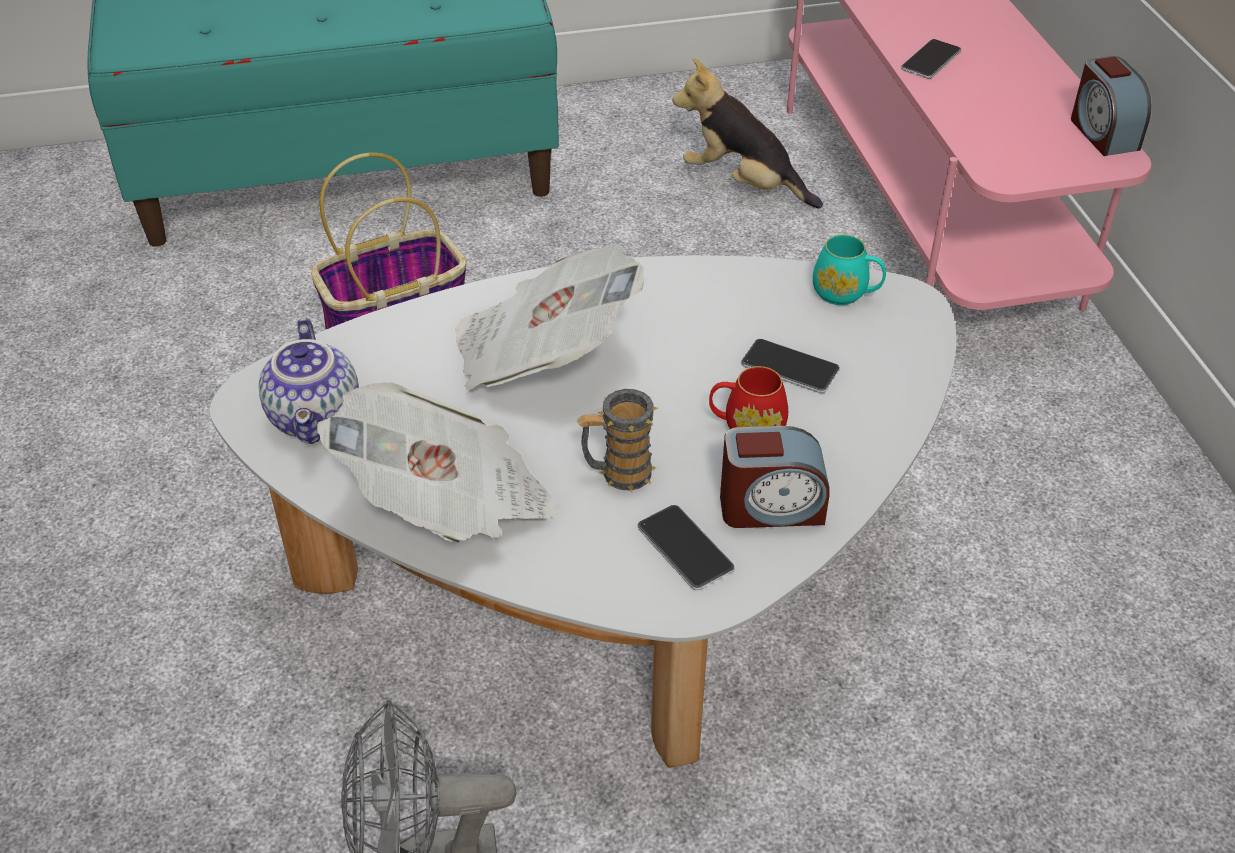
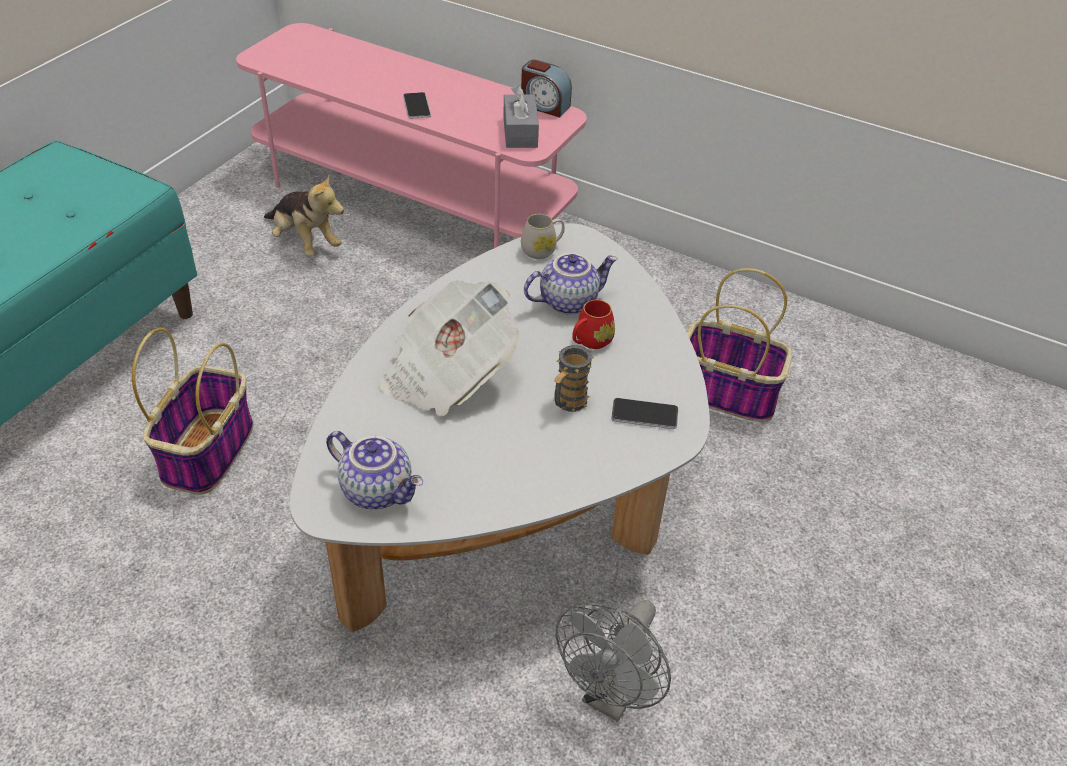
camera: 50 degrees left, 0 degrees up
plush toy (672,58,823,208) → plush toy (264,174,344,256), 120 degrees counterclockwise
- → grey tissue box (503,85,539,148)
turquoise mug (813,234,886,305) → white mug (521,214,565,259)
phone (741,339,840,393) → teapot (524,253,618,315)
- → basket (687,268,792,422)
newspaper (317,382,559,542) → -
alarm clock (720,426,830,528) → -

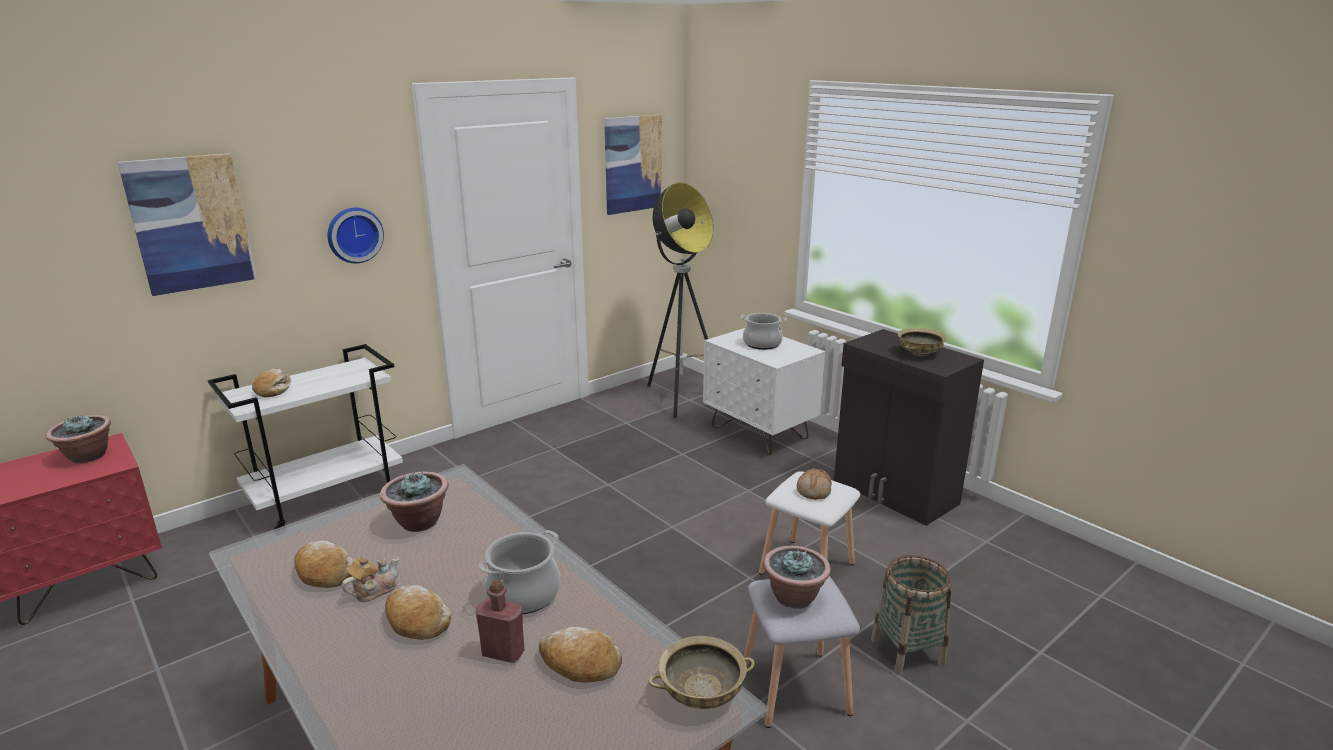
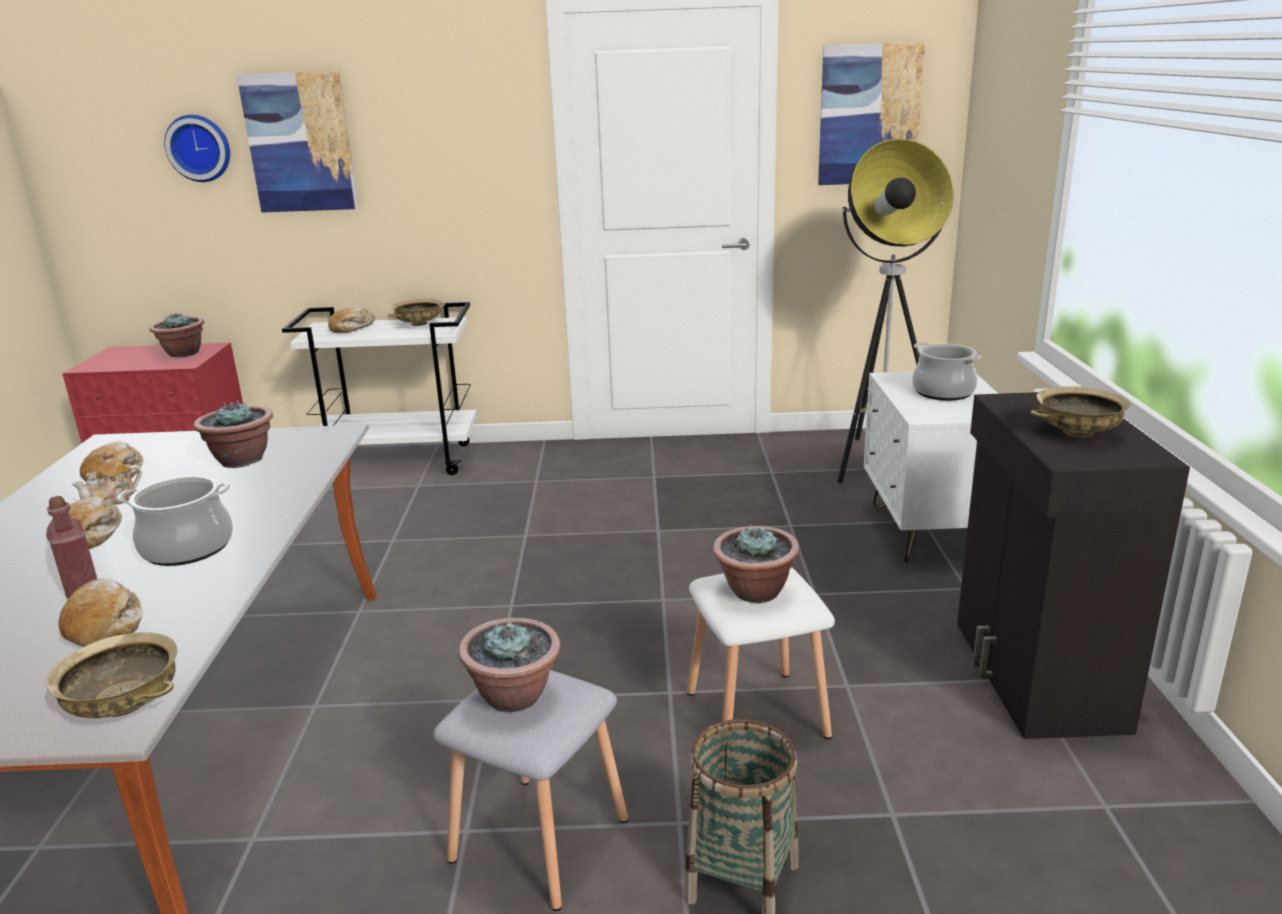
camera: 40 degrees right, 0 degrees up
teapot (342,557,399,602) → teapot (72,451,142,505), 135 degrees clockwise
wall clock (327,208,384,264) → wall clock (164,115,230,182), relocated
- → beige bowl (388,299,445,326)
bread (797,468,832,500) → potted plant (713,525,799,603)

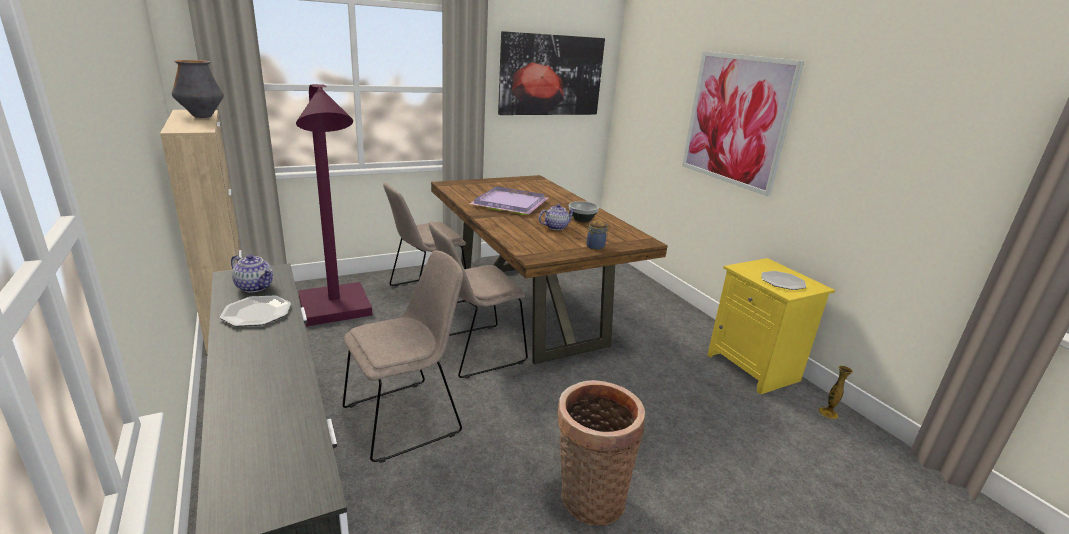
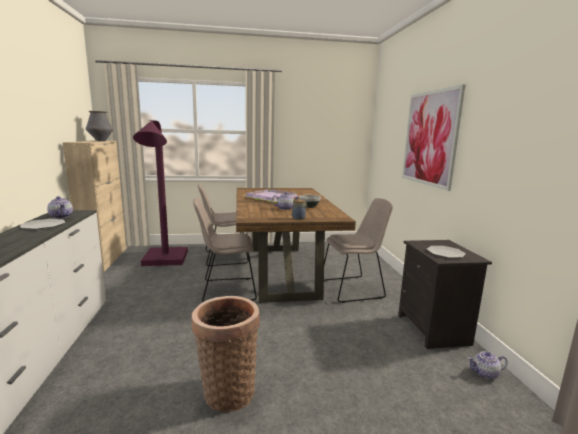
camera: 20 degrees right, 10 degrees down
beige chair (343,250,463,463) → beige chair (324,198,393,303), relocated
yellow nightstand (707,258,835,394) → black nightstand (398,240,492,349)
vase (818,366,853,419) → teapot (467,352,508,379)
picture (498,31,605,115) → -

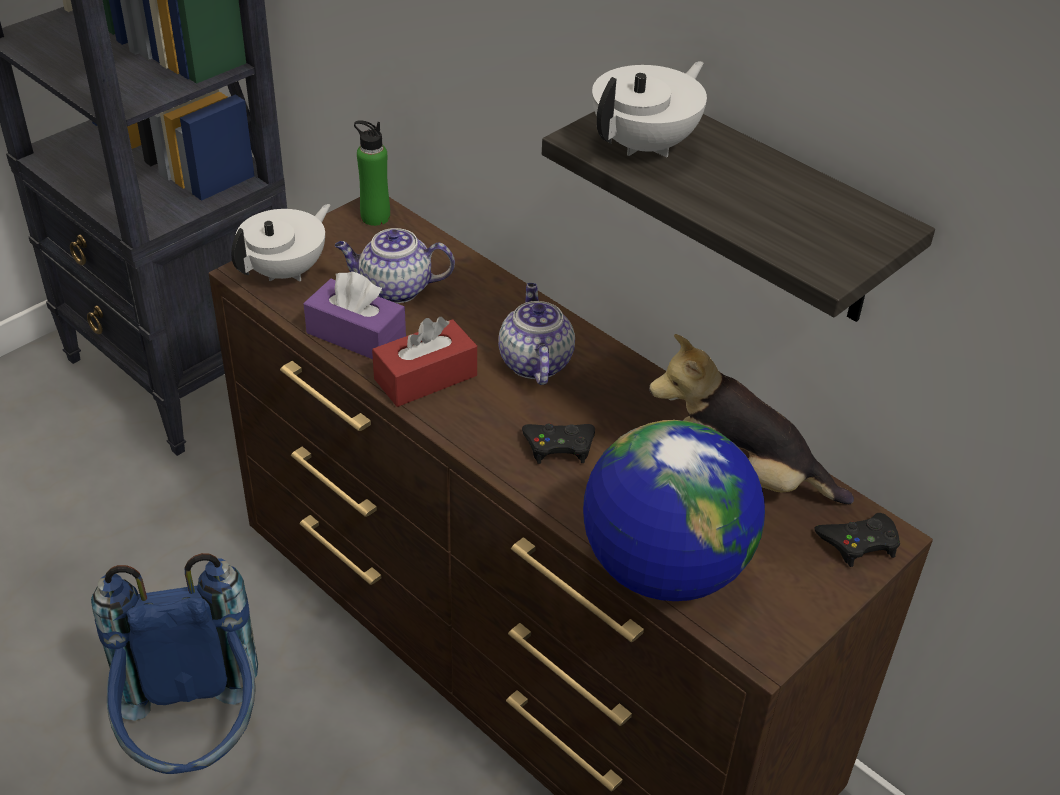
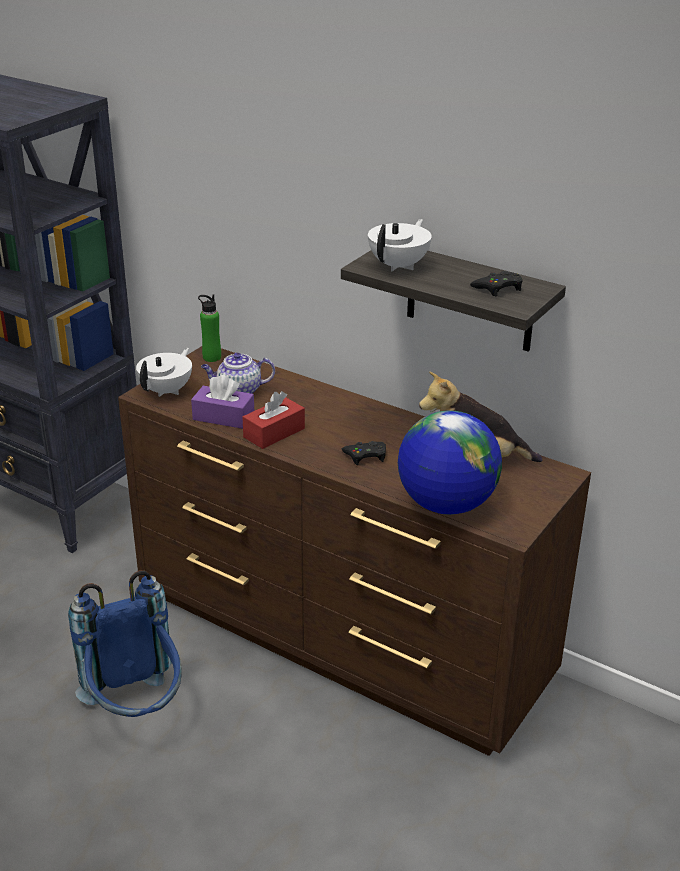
camera: 10 degrees left, 10 degrees down
black game controller (814,513,900,567) → black game controller (470,271,523,296), relocated
teapot (498,283,575,385) → -

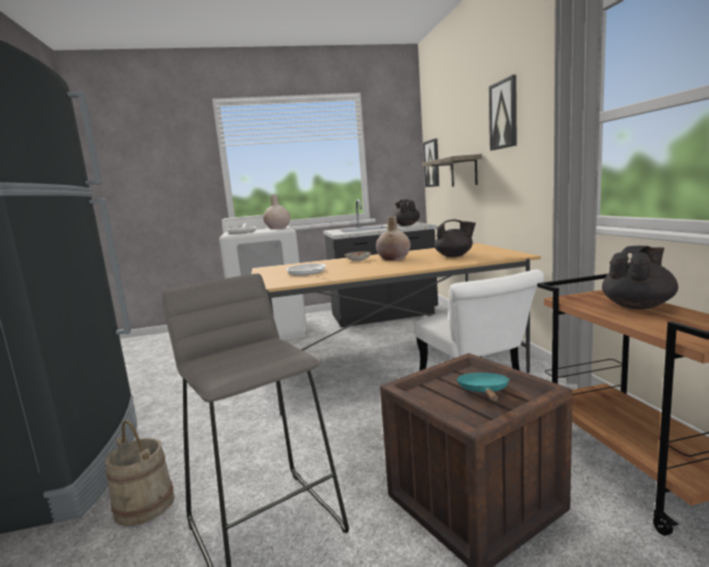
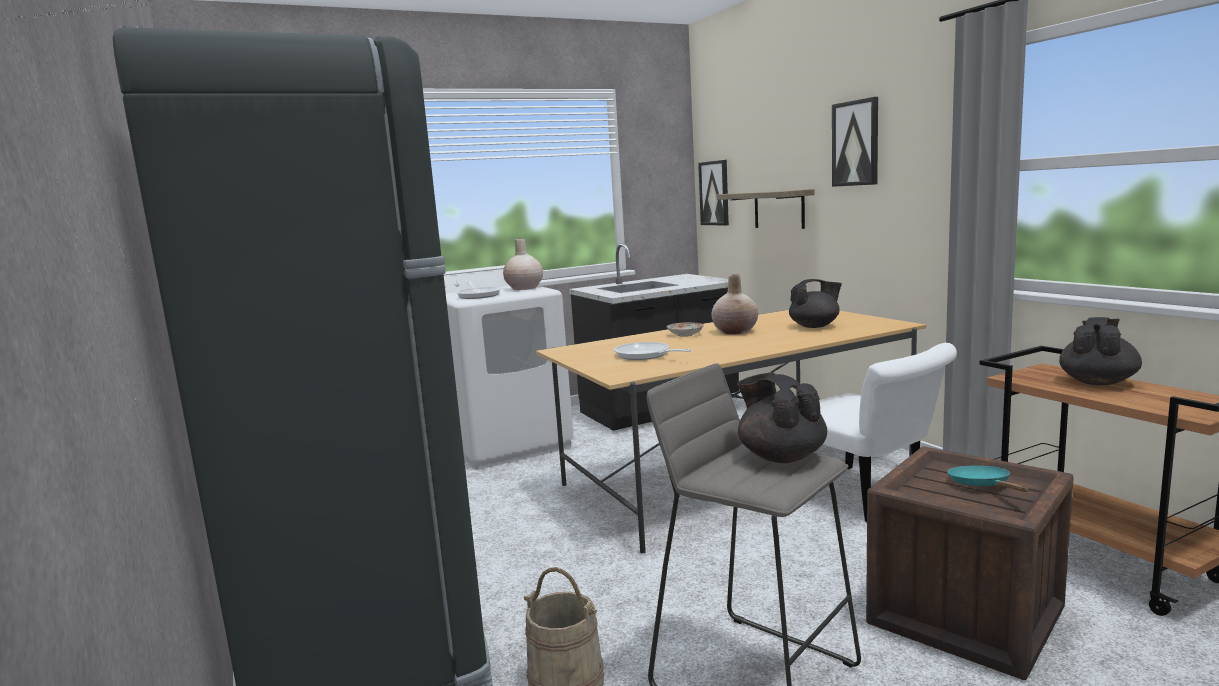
camera: 15 degrees left, 0 degrees up
black teapot (393,199,420,226) → black teapot (737,373,827,463), relocated

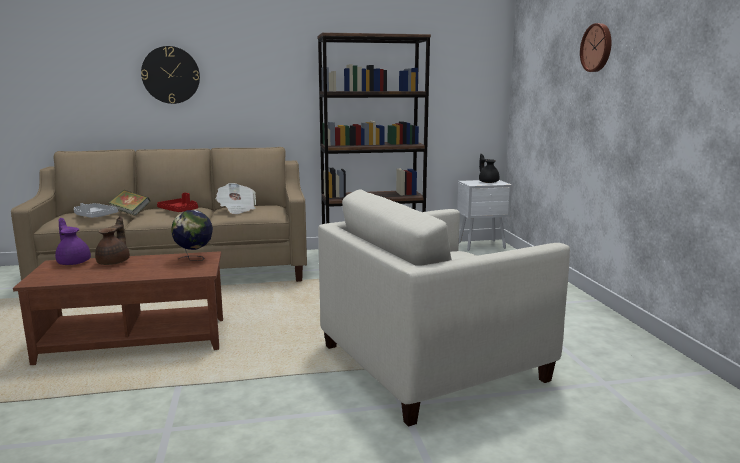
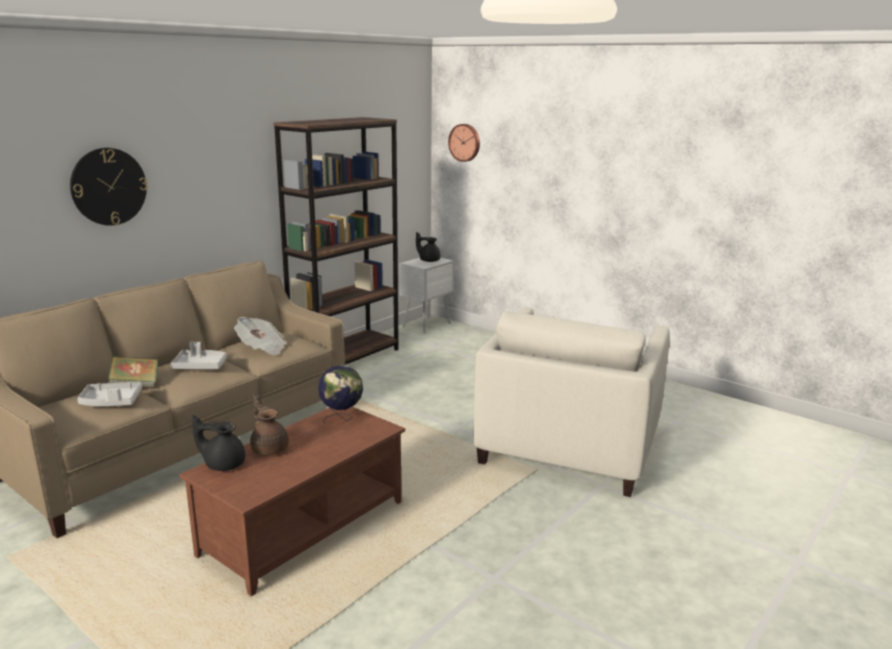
camera: 40 degrees left, 5 degrees up
red tray (157,193,198,212) → grey tray (170,342,227,369)
purple teapot (55,218,91,265) → black teapot (192,415,245,471)
wall clock (580,23,611,72) → wall clock (448,124,480,162), relocated

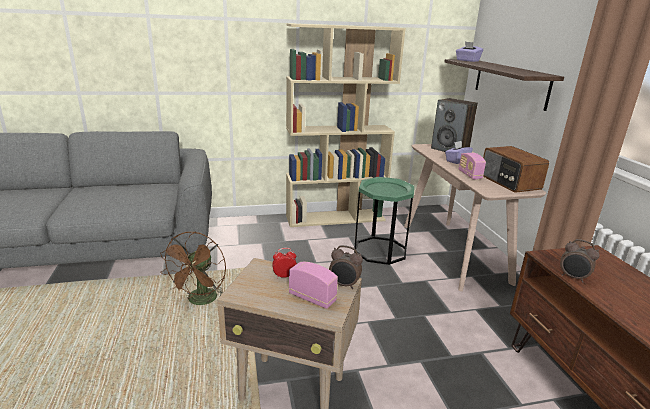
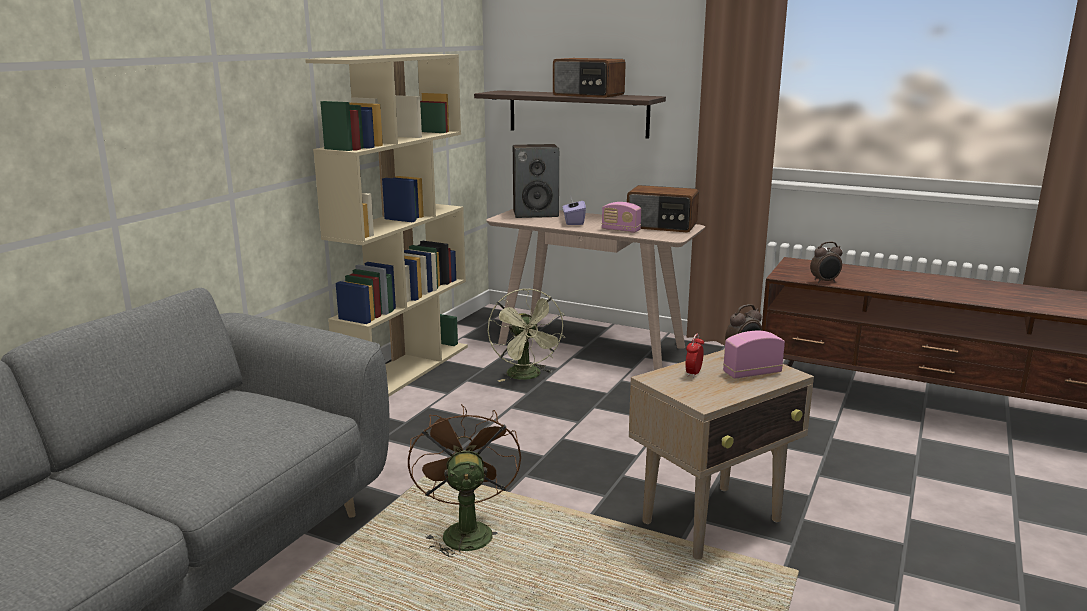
camera: 50 degrees left, 5 degrees down
brown fan (160,231,226,305) → brown fan (408,404,521,561), 150 degrees counterclockwise
green side table (354,177,414,265) → green fan (488,289,565,382)
- → radio (553,58,626,98)
purple tissue box (456,42,483,62) → -

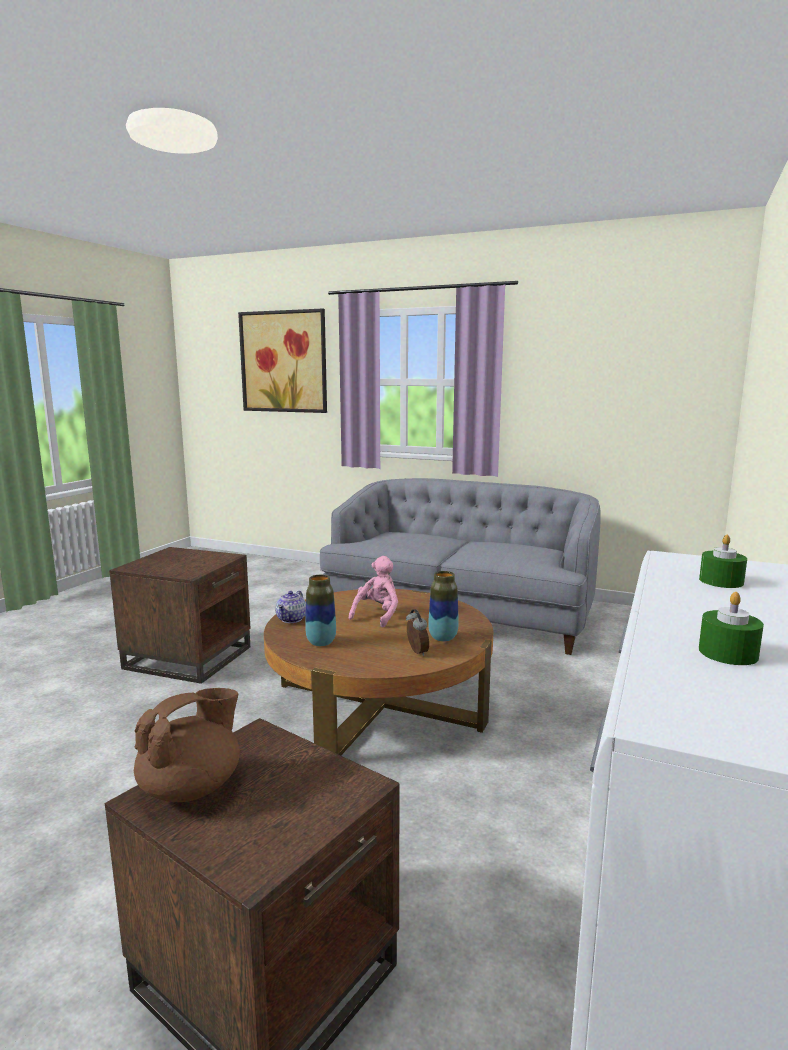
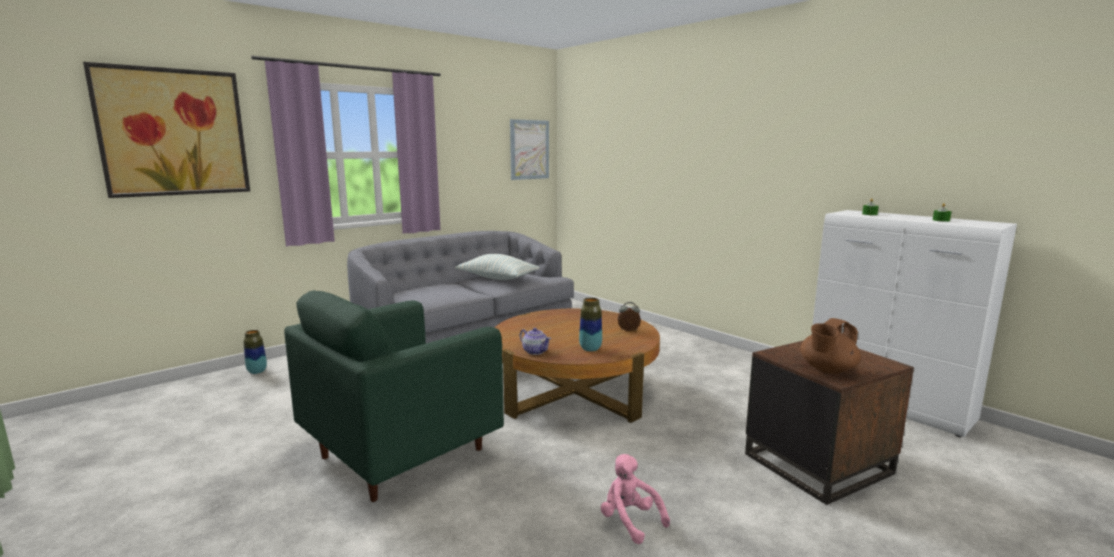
camera: 65 degrees left, 0 degrees up
vase (428,571,459,642) → vase (244,330,267,374), relocated
brown side table (109,547,250,684) → green armchair (284,290,504,502)
- → pillow (455,254,540,280)
- → picture (510,119,549,180)
pink plush toy (349,556,398,627) → pink plush toy (601,454,670,544), relocated
brown teapot (134,688,240,802) → brown teapot (800,318,861,374), 105 degrees counterclockwise

